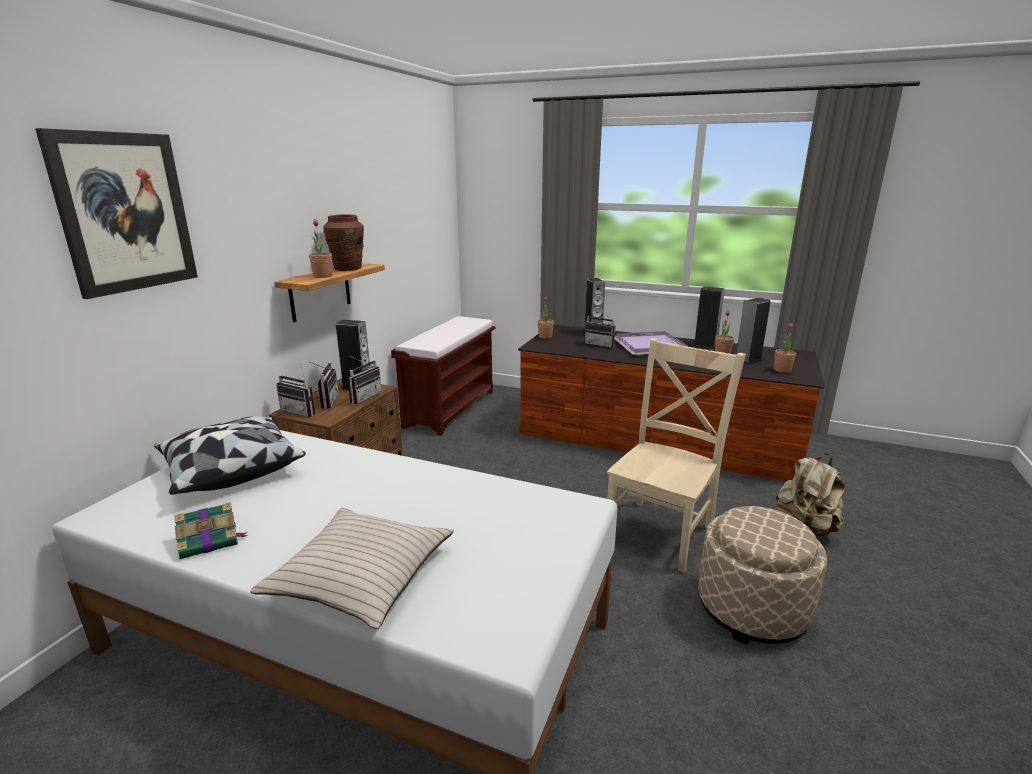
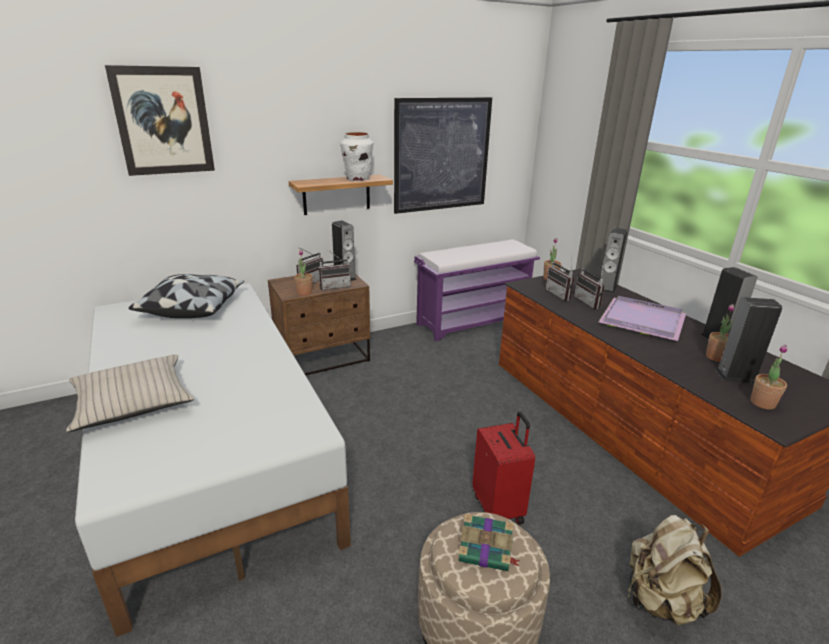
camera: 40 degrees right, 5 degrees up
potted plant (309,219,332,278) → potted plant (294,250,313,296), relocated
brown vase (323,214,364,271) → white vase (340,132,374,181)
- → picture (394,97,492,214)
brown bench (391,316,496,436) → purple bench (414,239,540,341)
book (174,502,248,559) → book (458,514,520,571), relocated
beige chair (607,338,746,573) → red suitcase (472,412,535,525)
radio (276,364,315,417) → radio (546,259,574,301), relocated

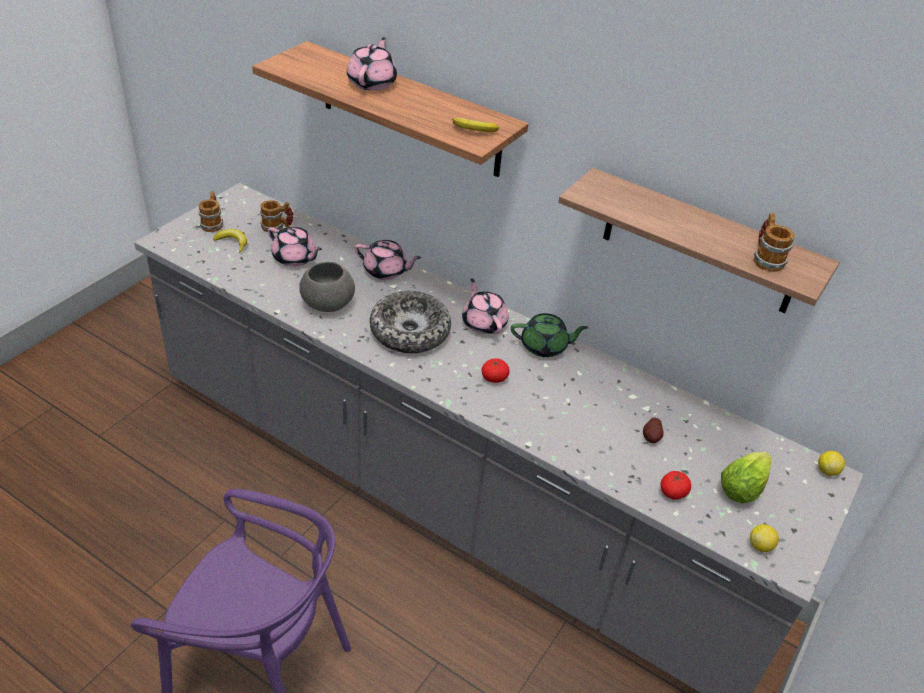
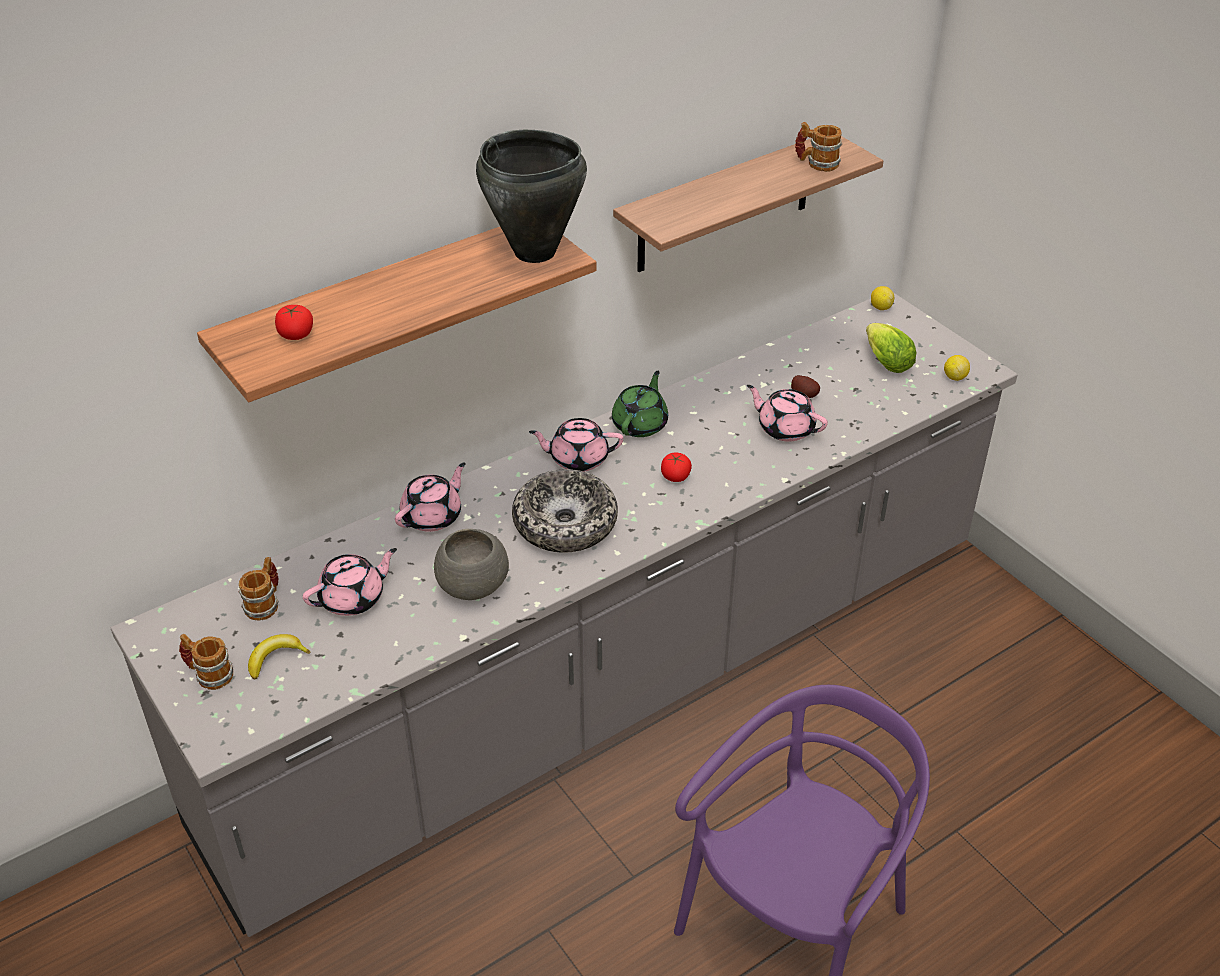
camera: 65 degrees left, 0 degrees up
tomato (660,471,691,500) → tomato (275,305,313,340), relocated
banana (452,118,499,132) → black cooking pot (476,130,587,263)
pink teapot (347,37,397,91) → pink teapot (747,385,828,442), relocated

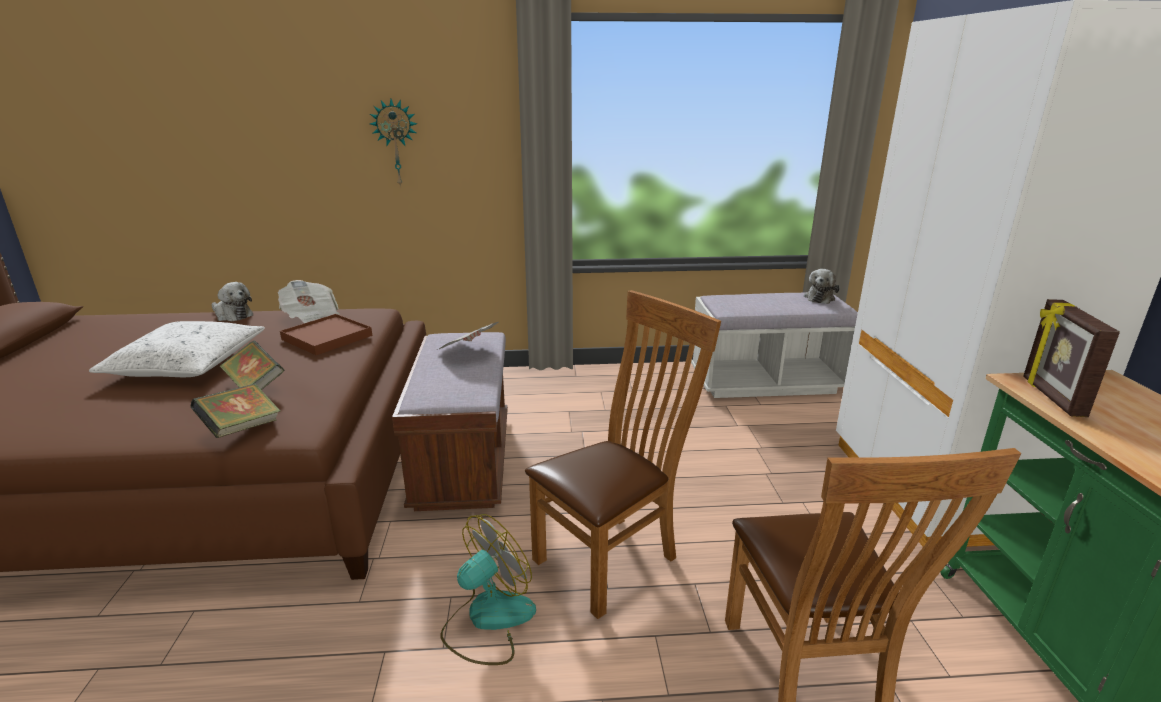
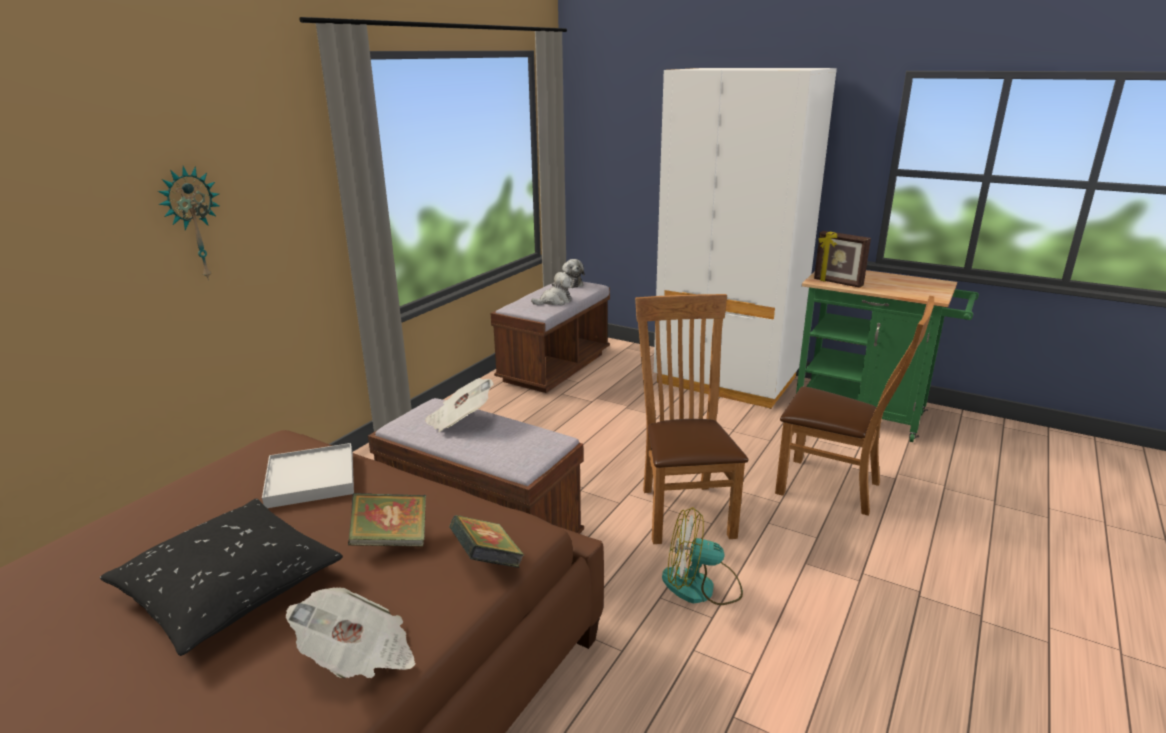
camera: 55 degrees left, 0 degrees up
white pillow (89,321,265,377) → black pillow (100,498,343,656)
brown tray (280,314,372,355) → white tray (262,443,354,508)
newspaper (278,280,340,323) → newspaper (286,587,416,679), relocated
white bench (691,293,858,398) → brown bench (491,281,610,393)
plush toy (212,282,253,321) → plush toy (531,272,573,306), relocated
fan (441,514,536,665) → fan (662,507,743,605), 75 degrees counterclockwise

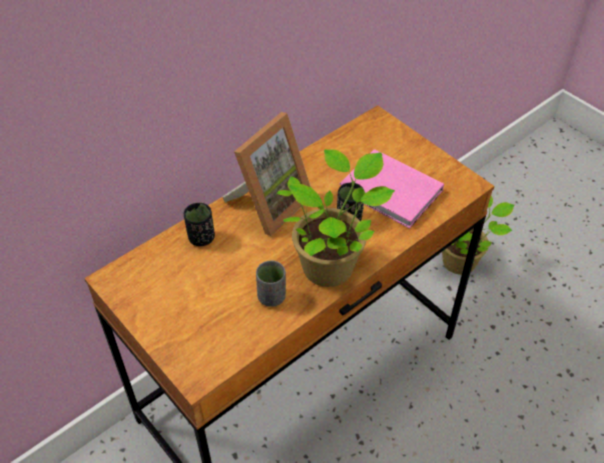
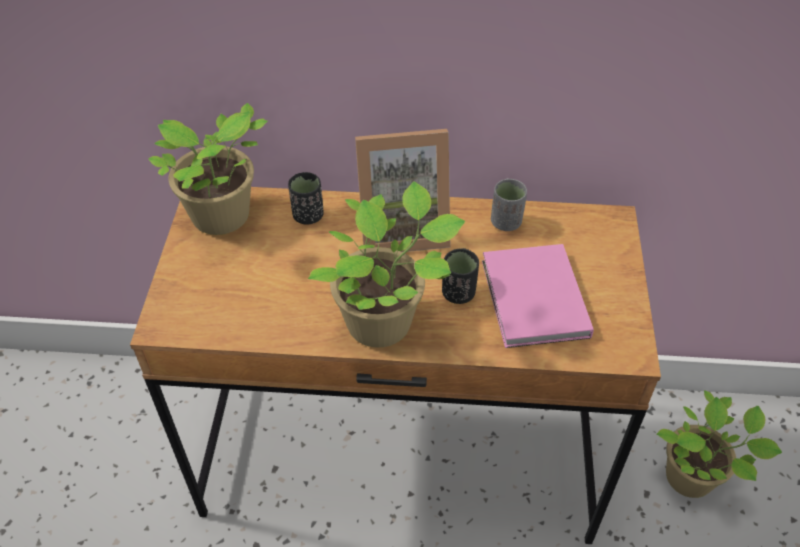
camera: 45 degrees right, 0 degrees up
- → potted plant (148,103,268,235)
grey cup (256,260,286,307) → grey cup (491,178,527,231), relocated

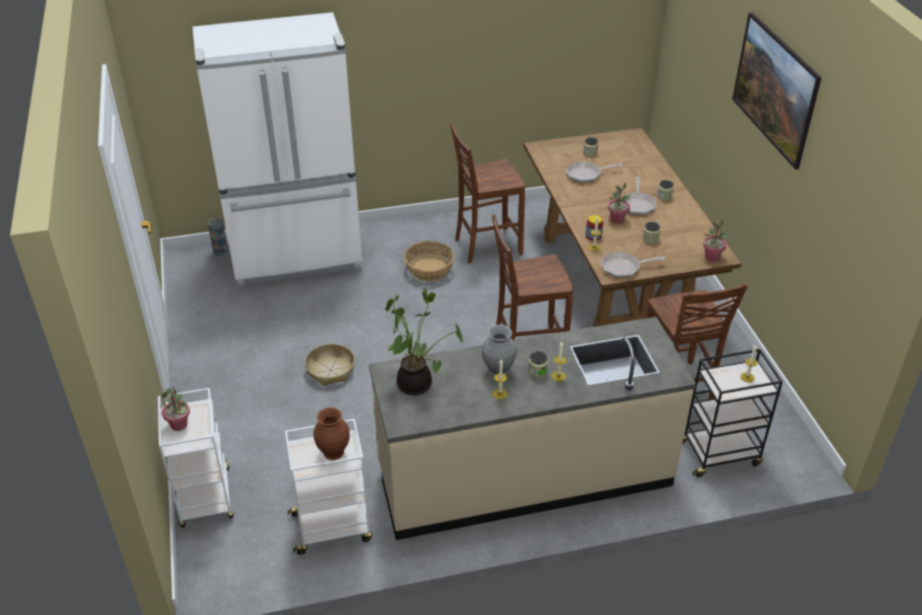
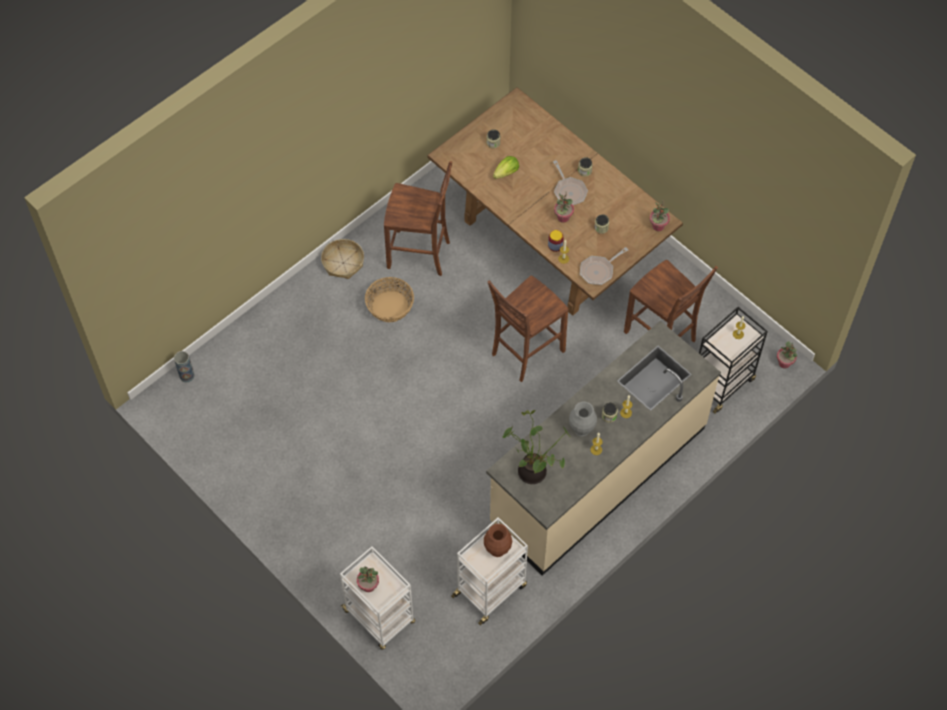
camera: 30 degrees left, 20 degrees up
basket (305,344,355,386) → basket (321,239,364,279), relocated
brown chair (450,122,525,263) → brown chair (384,161,452,276), 120 degrees counterclockwise
frying pan (566,161,623,183) → lettuce (493,156,519,179)
- → potted plant (777,341,797,369)
white fridge (193,12,362,289) → -
picture (732,12,822,170) → -

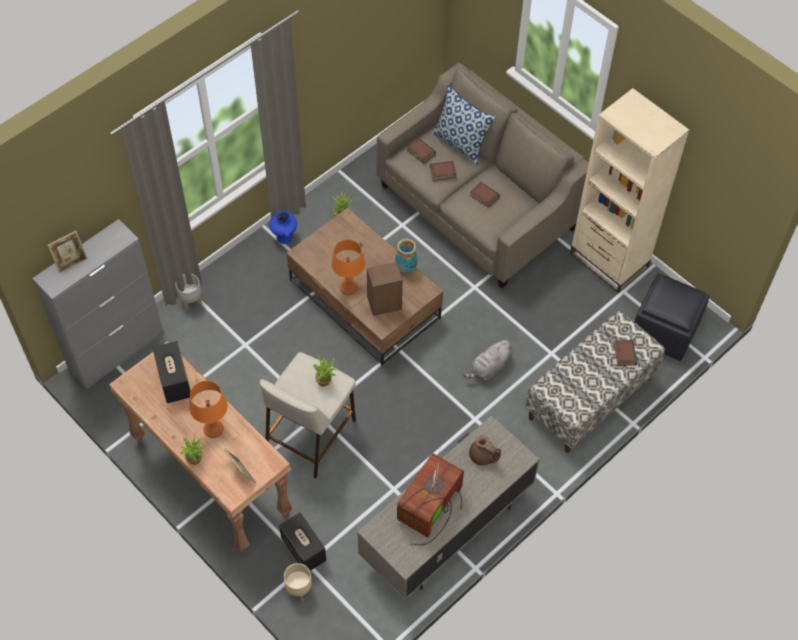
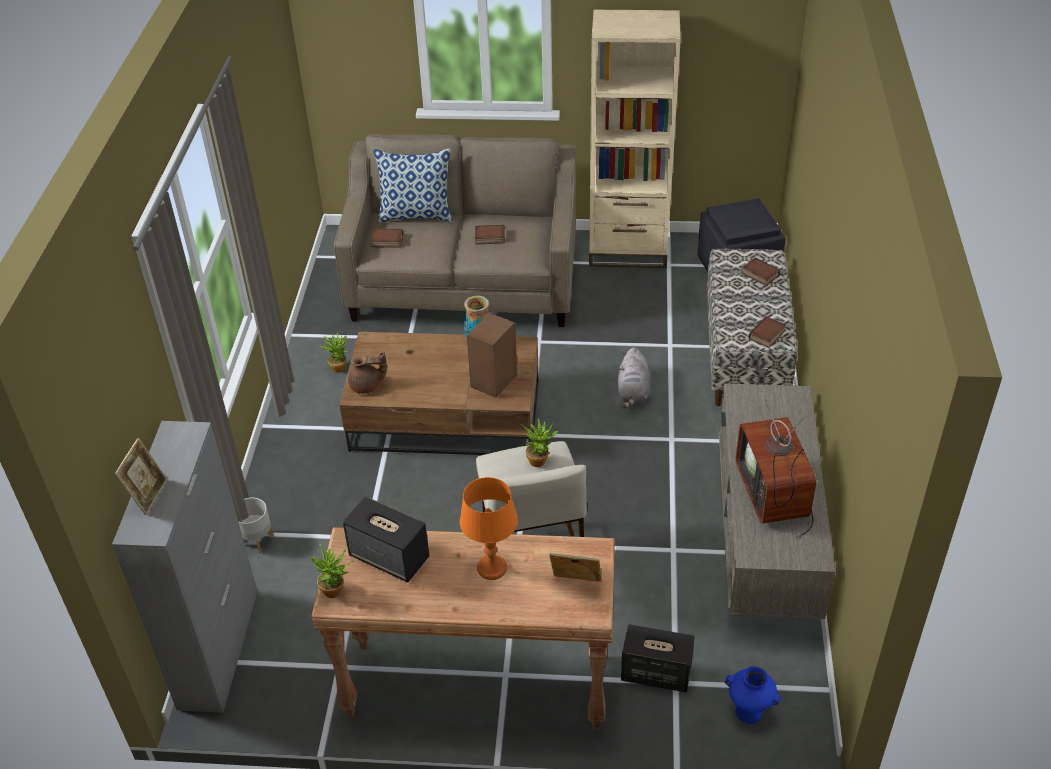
camera: 40 degrees left, 15 degrees down
potted plant (180,432,208,465) → potted plant (310,544,353,598), relocated
brown teapot (469,435,501,466) → brown teapot (348,352,387,394), relocated
blue vase (269,210,297,244) → blue vase (725,666,781,724), relocated
book (430,161,456,181) → book (748,316,786,348), relocated
beige planter (284,563,312,602) → -
orange table lamp (331,239,365,295) → -

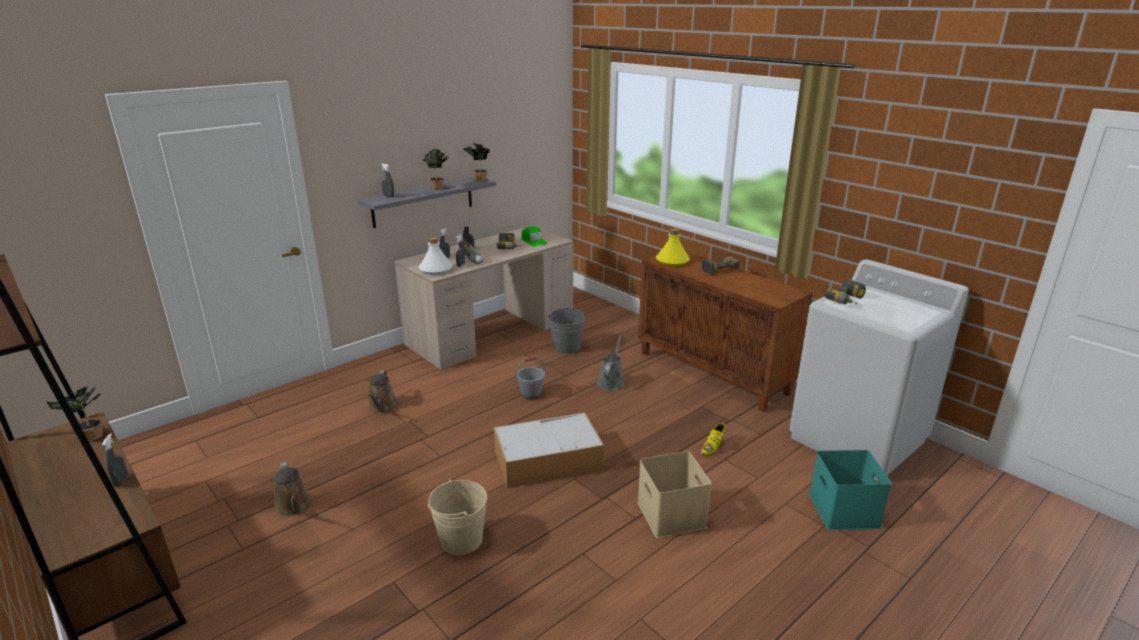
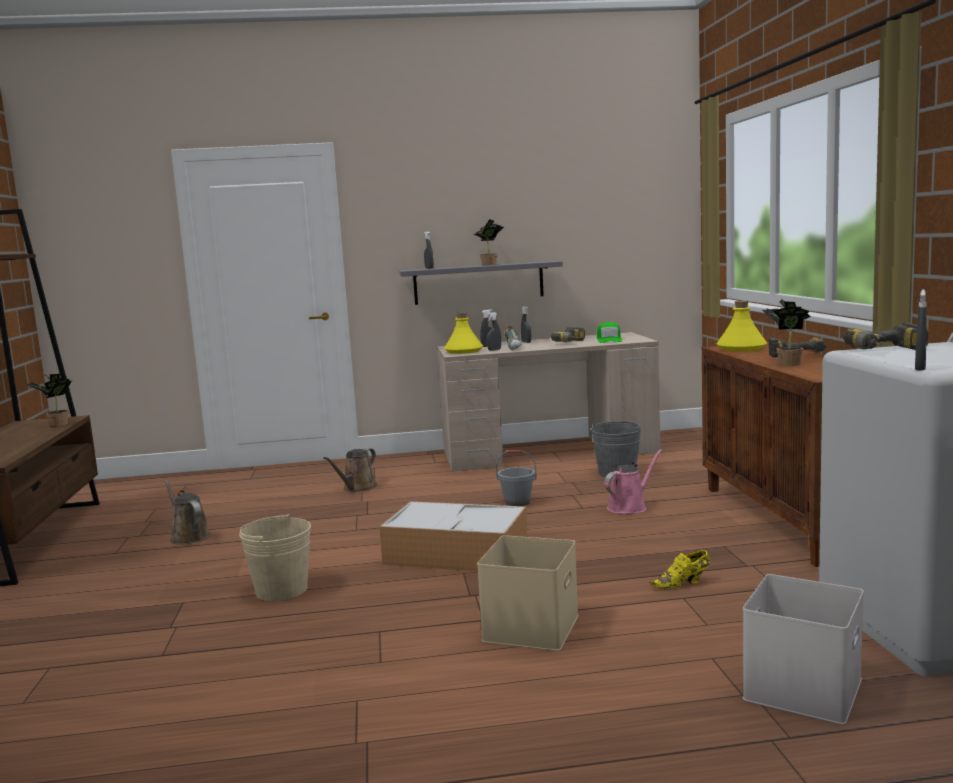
camera: 35 degrees right, 15 degrees down
brown watering can (274,462,312,517) → brown watering can (164,479,211,544), 135 degrees clockwise
white bottle (419,237,453,275) → yellow bottle (444,312,483,354)
grey watering can (597,336,624,391) → pink watering can (604,449,662,514)
turquoise storage box (809,450,892,530) → white storage box (743,574,864,725)
potted plant (463,143,490,181) → potted plant (762,299,811,366), relocated
grey spray bottle (102,433,128,487) → grey spray bottle (915,290,927,371), relocated

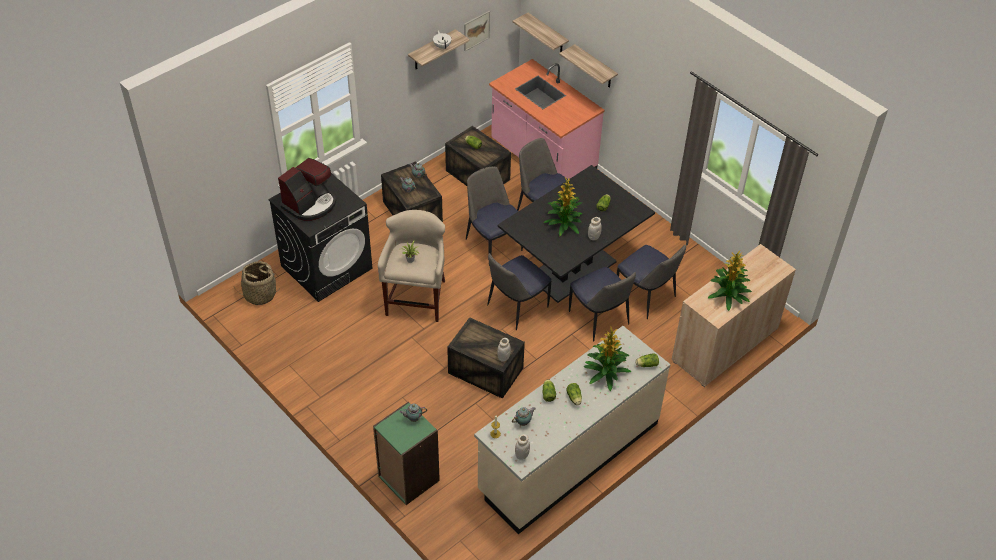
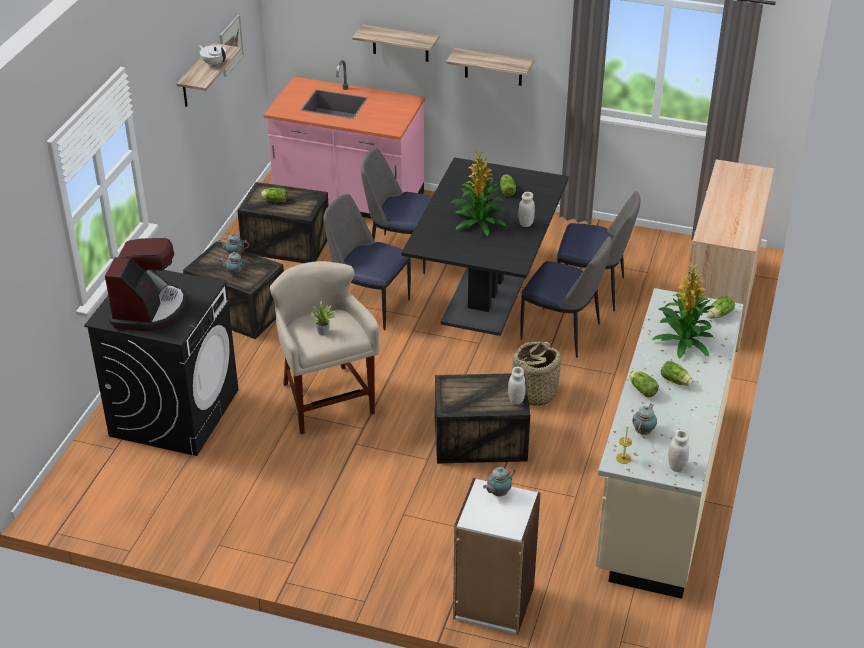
camera: 30 degrees left, 10 degrees down
shelf (513,13,569,52) → shelf (446,48,534,86), relocated
green bookcase (373,402,440,505) → white bookcase (453,478,540,635)
basket (234,261,281,305) → basket (511,341,561,406), relocated
chair (487,253,552,330) → -
potted plant (708,251,752,311) → -

